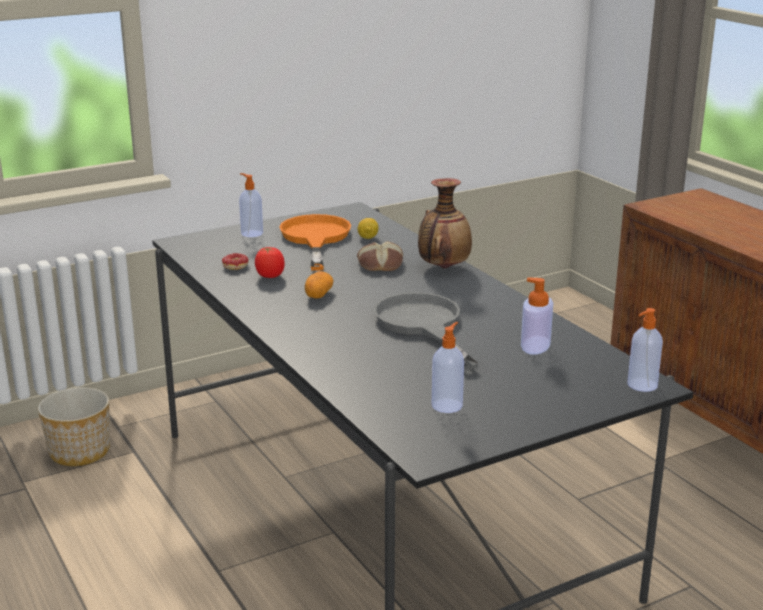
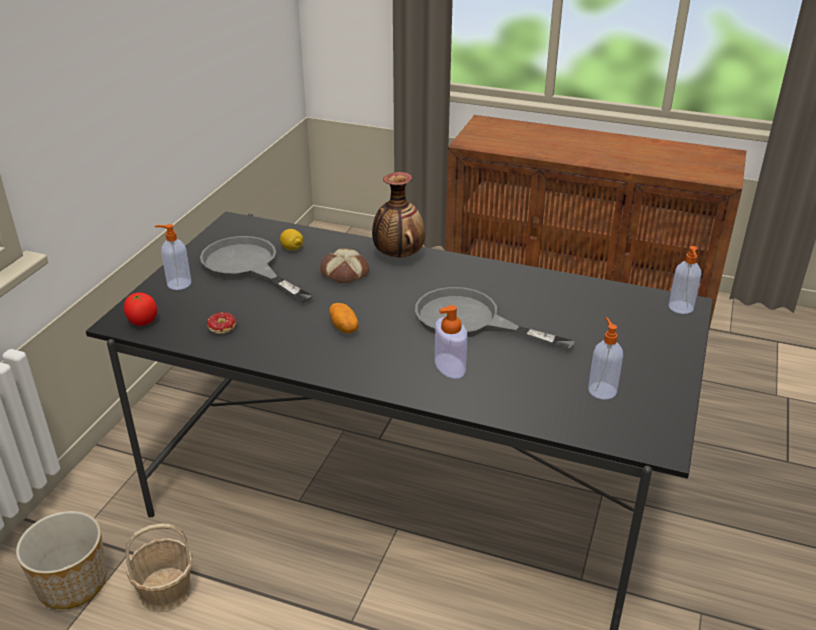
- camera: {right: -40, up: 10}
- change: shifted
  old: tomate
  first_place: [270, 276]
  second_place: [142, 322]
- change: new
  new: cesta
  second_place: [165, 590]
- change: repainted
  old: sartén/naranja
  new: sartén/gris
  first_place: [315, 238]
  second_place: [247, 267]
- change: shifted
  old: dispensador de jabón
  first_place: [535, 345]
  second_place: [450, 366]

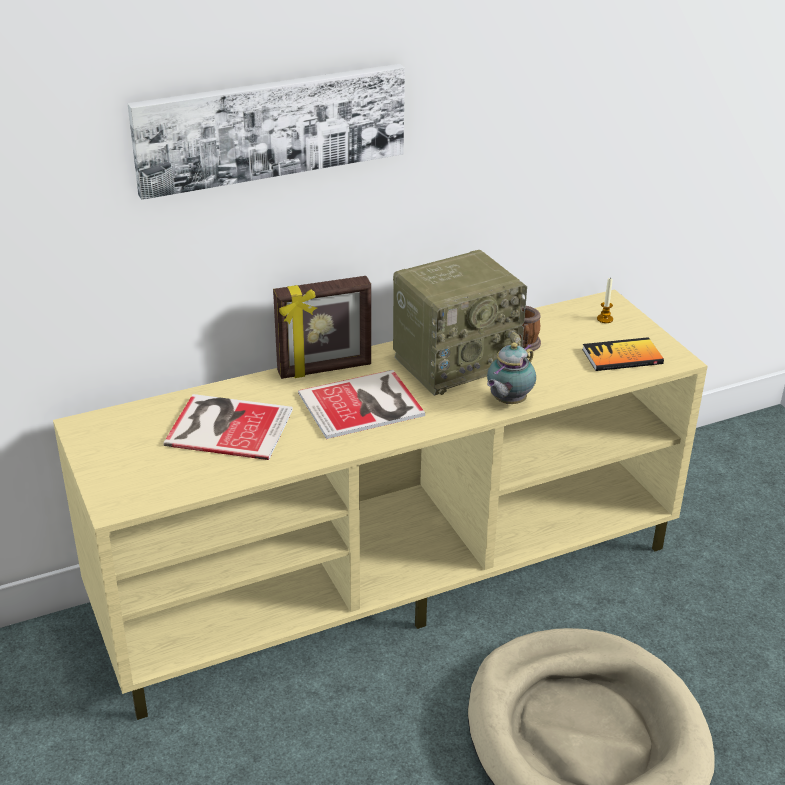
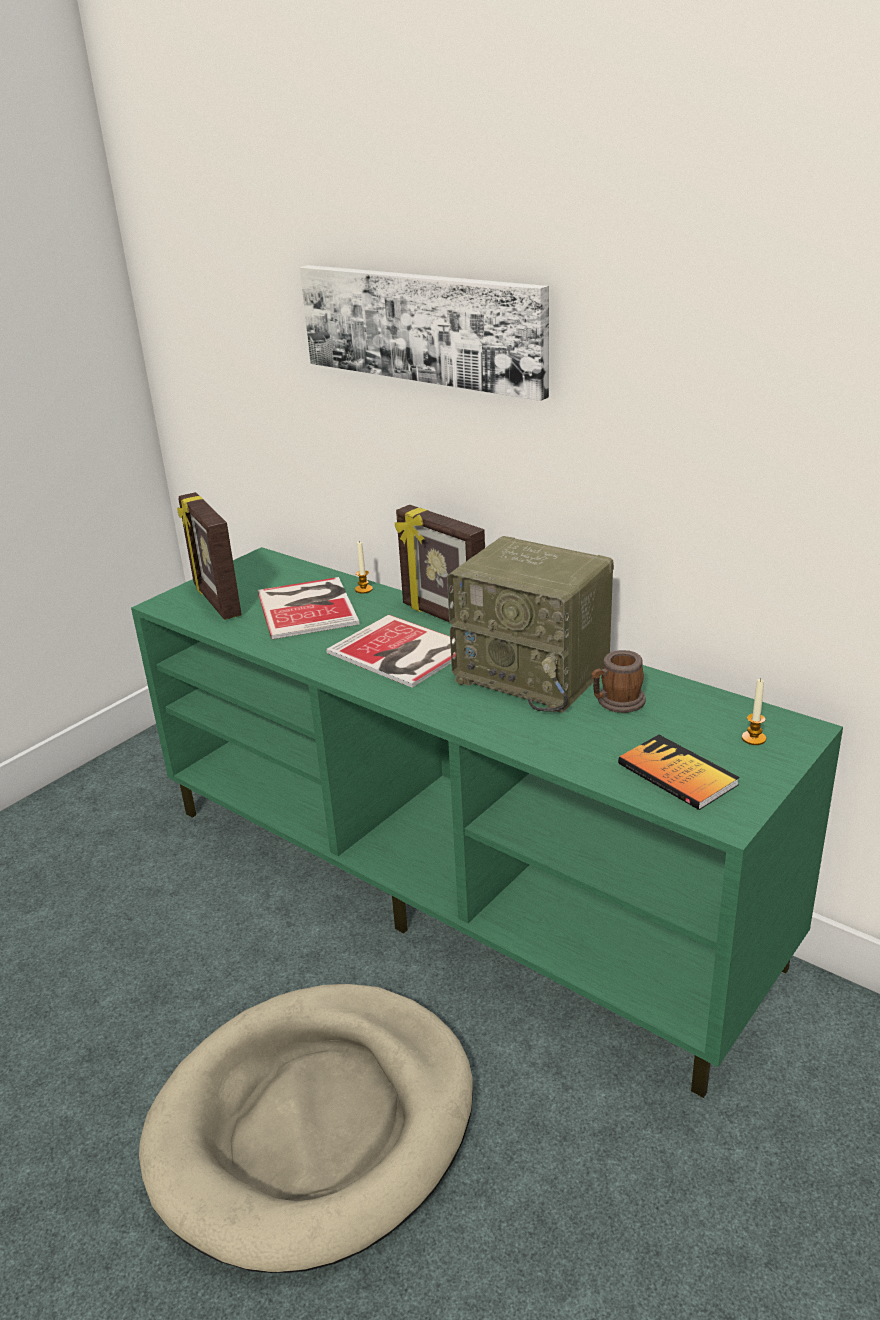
- camera: {right: 65, up: -5}
- change: repainted
  old: mueble de televisión/beis
  new: mueble de televisión/verde
  first_place: [391, 578]
  second_place: [454, 883]
- change: new
  new: portarretratos
  second_place: [215, 601]
- change: new
  new: vela
  second_place: [363, 589]
- change: gone
  old: tetera
  first_place: [507, 402]

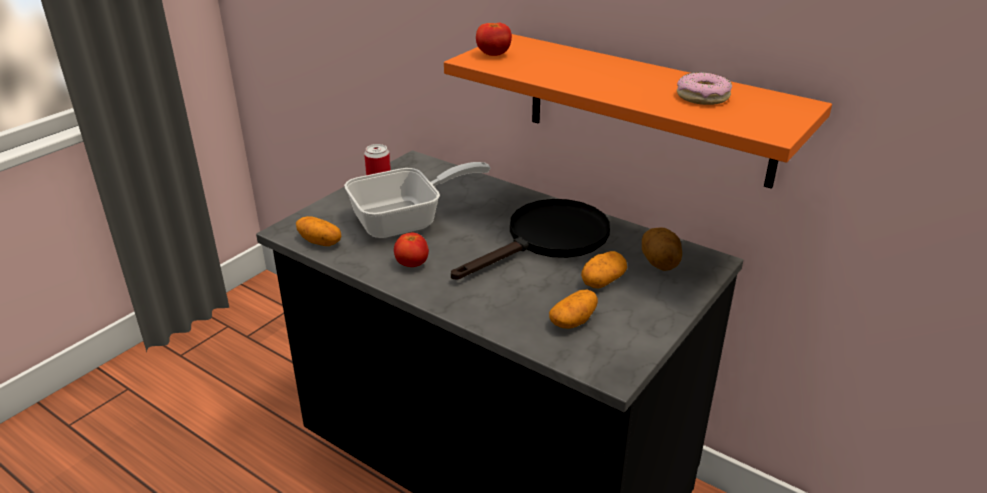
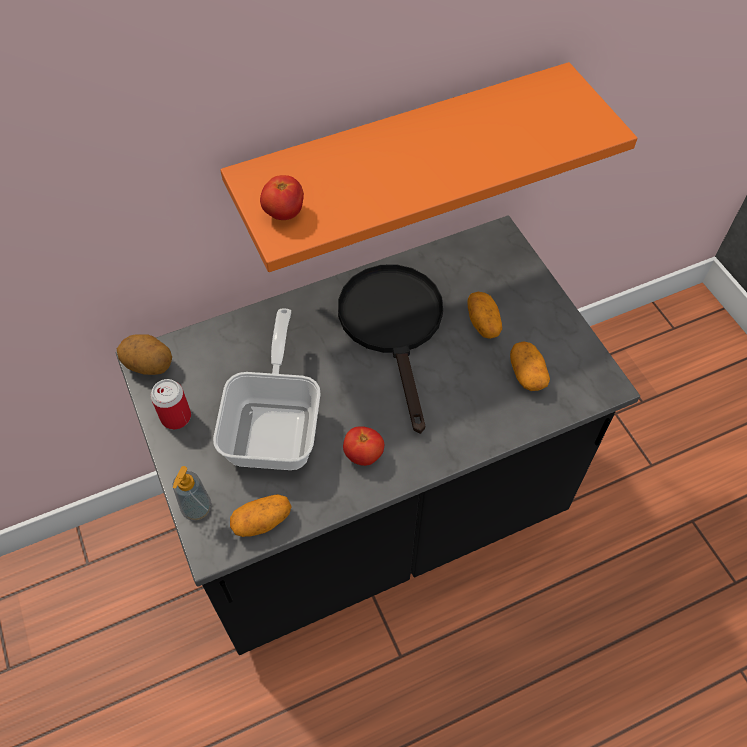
- camera: {right: -60, up: 25}
- change: shifted
  old: patata
  first_place: [660, 264]
  second_place: [149, 365]
- change: new
  new: dispensador de jabón
  second_place: [197, 508]
- change: gone
  old: rosquilla
  first_place: [702, 97]

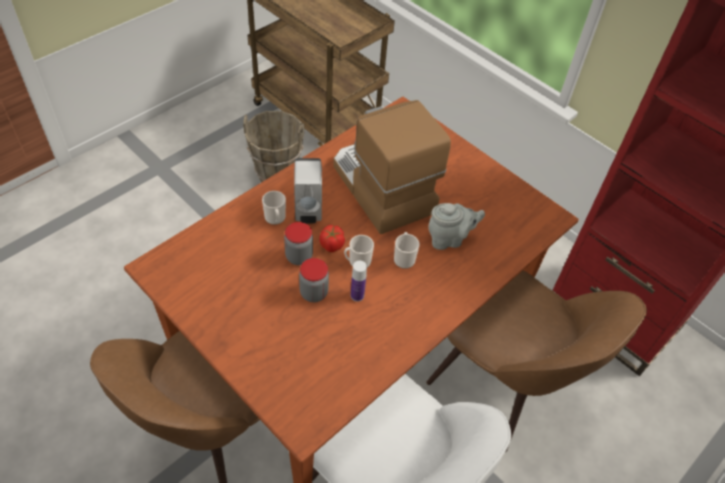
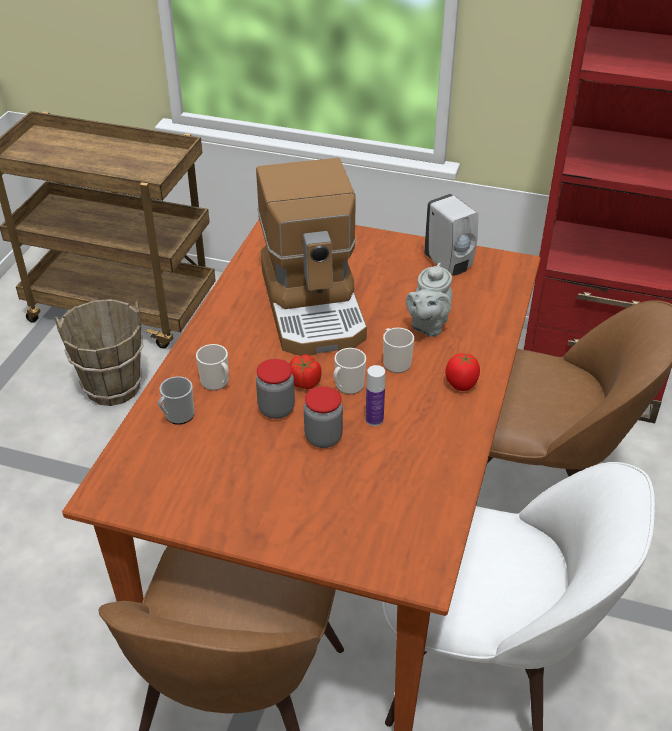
- camera: {right: -25, up: -10}
- change: new
  new: taza grande
  second_place: [177, 416]
- change: rotated
  old: cafetera
  first_place: [381, 188]
  second_place: [314, 306]
  degrees: -135
- change: rotated
  old: tetera/gris
  first_place: [449, 239]
  second_place: [428, 325]
  degrees: 150
- change: shifted
  old: dispensador de jabón/blanco
  first_place: [308, 212]
  second_place: [449, 264]
- change: new
  new: tomate
  second_place: [461, 384]

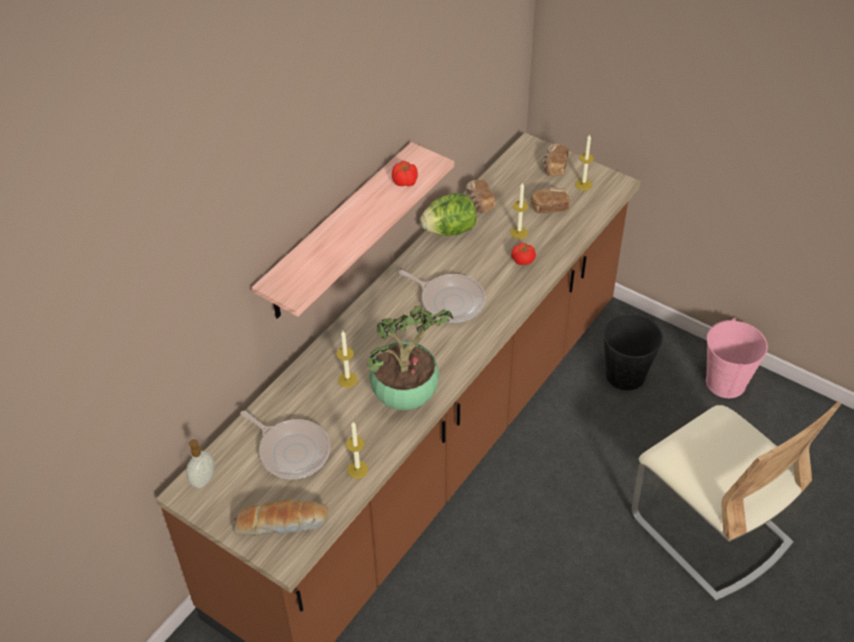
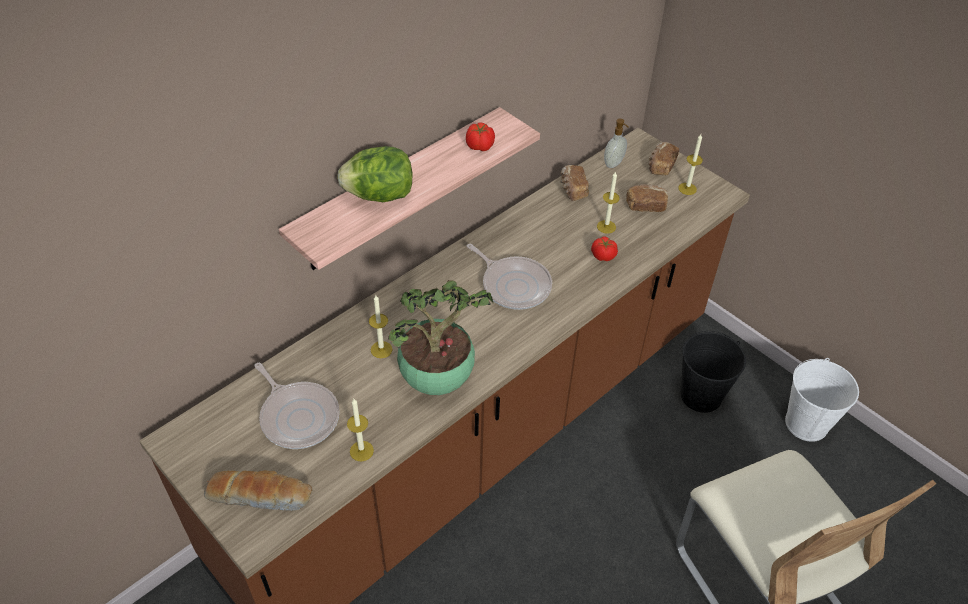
- camera: {right: 10, up: 0}
- change: shifted
  old: lechuga
  first_place: [449, 230]
  second_place: [380, 195]
- change: shifted
  old: dispensador de jabón
  first_place: [204, 480]
  second_place: [614, 164]
- change: repainted
  old: cubo/rosa
  new: cubo/blanco
  first_place: [726, 382]
  second_place: [807, 423]

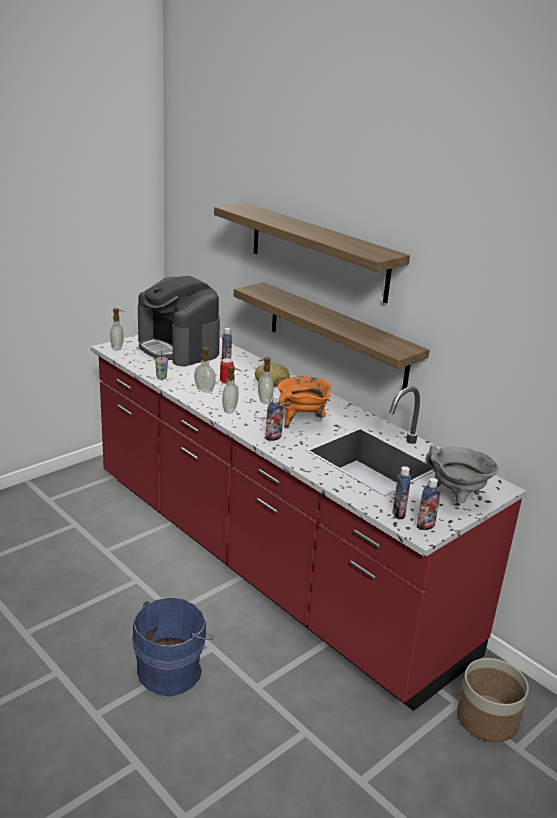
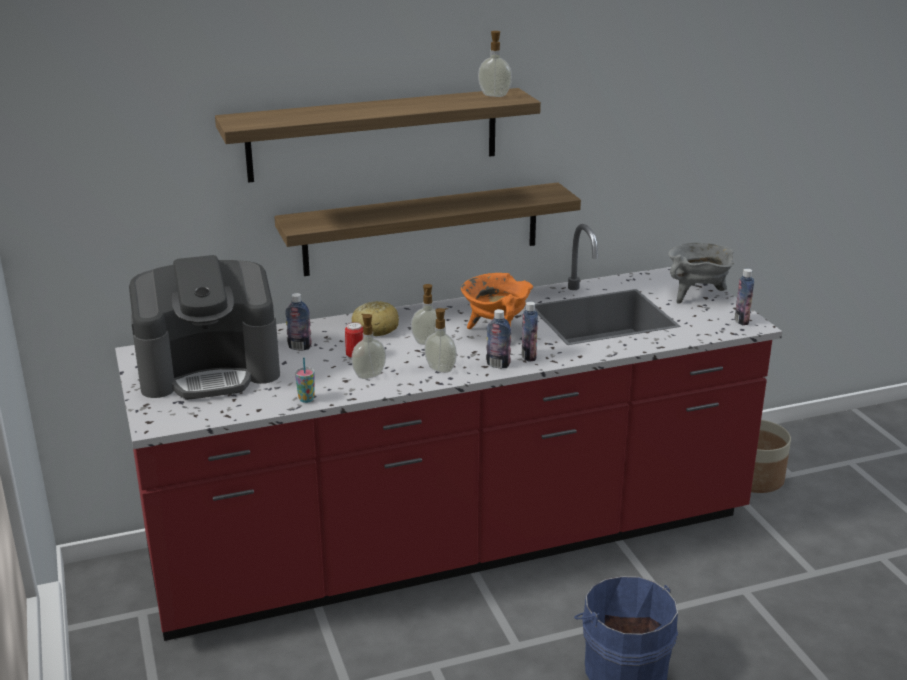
- camera: {right: -65, up: 0}
- change: shifted
  old: dispensador de jabón
  first_place: [118, 348]
  second_place: [495, 95]
- change: shifted
  old: botella
  first_place: [398, 514]
  second_place: [498, 365]

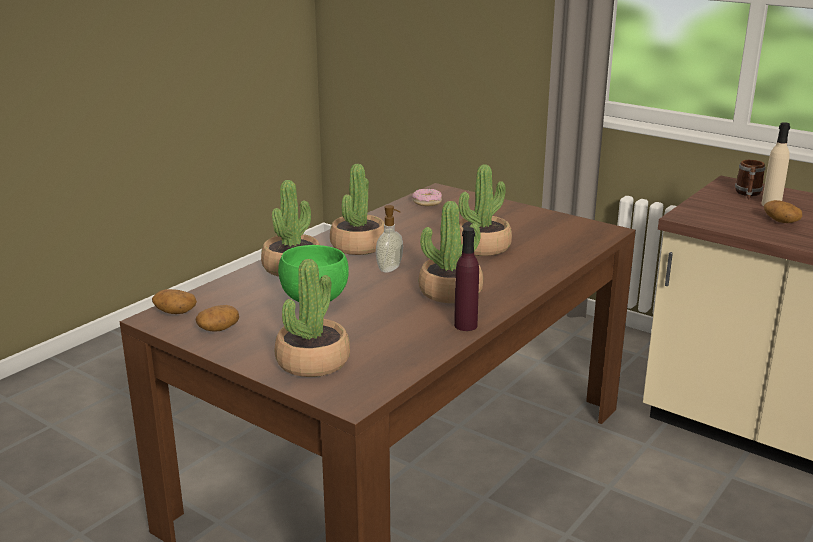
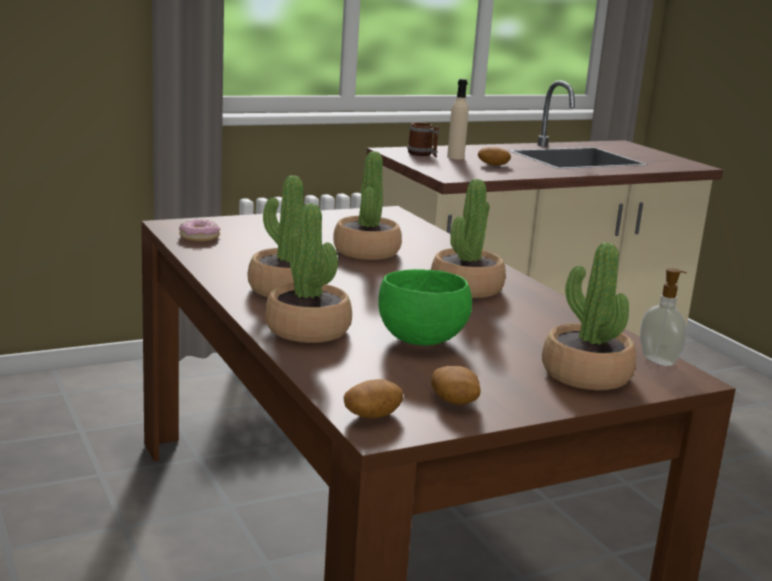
- camera: {right: -65, up: -5}
- change: shifted
  old: dispensador de jabón
  first_place: [390, 269]
  second_place: [659, 360]
- change: gone
  old: botella/morado
  first_place: [465, 325]

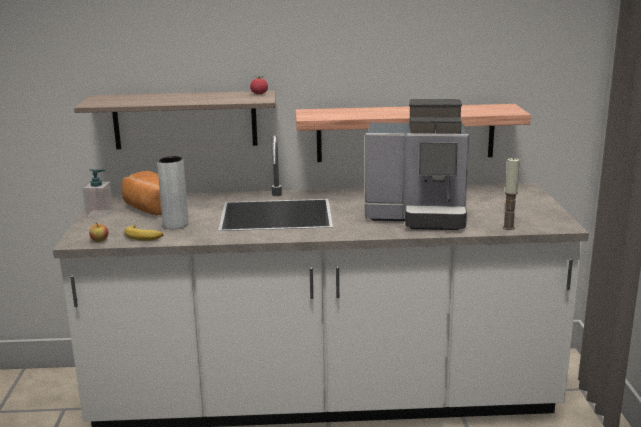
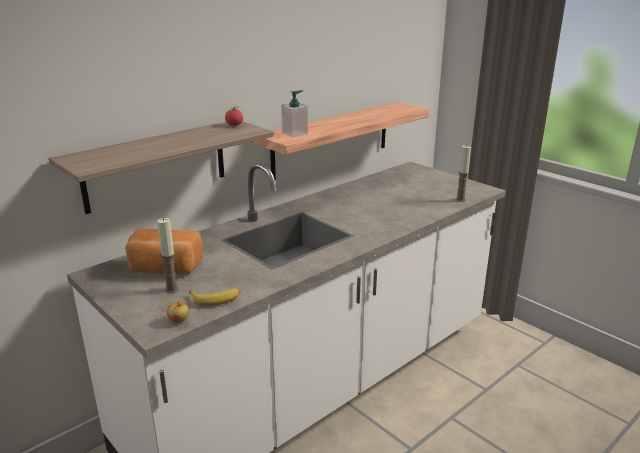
- camera: {right: -40, up: 5}
- change: new
  new: vela
  second_place: [171, 289]
- change: shifted
  old: dispensador de jabón
  first_place: [100, 213]
  second_place: [295, 133]
- change: gone
  old: florero/gris
  first_place: [175, 225]
- change: gone
  old: cafetera
  first_place: [419, 216]

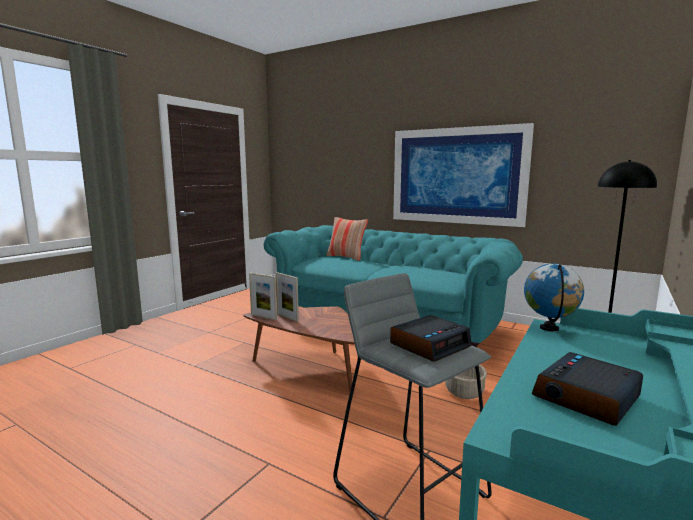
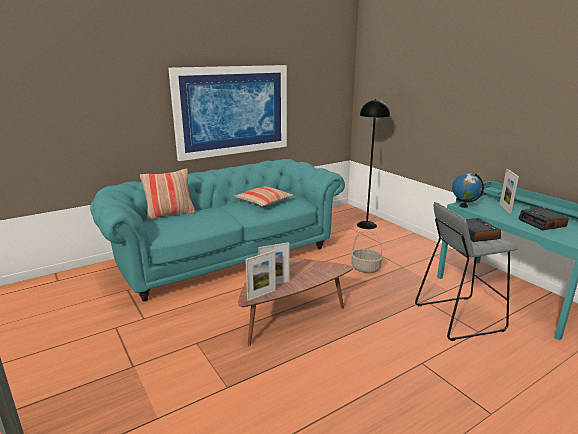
- camera: {right: -65, up: 10}
- change: new
  new: cojín
  second_place: [263, 202]
- change: new
  new: portarretratos
  second_place: [505, 209]

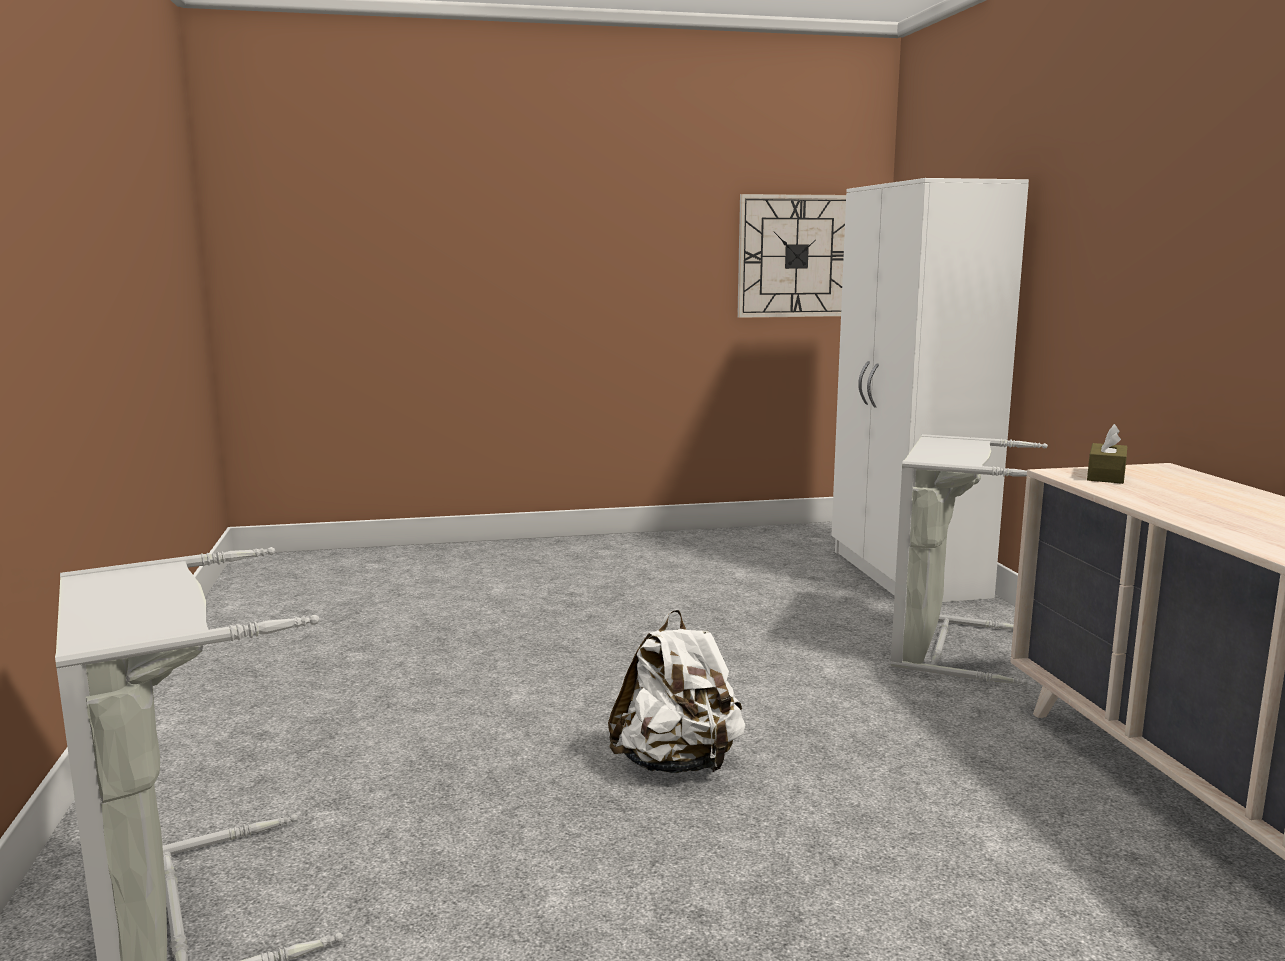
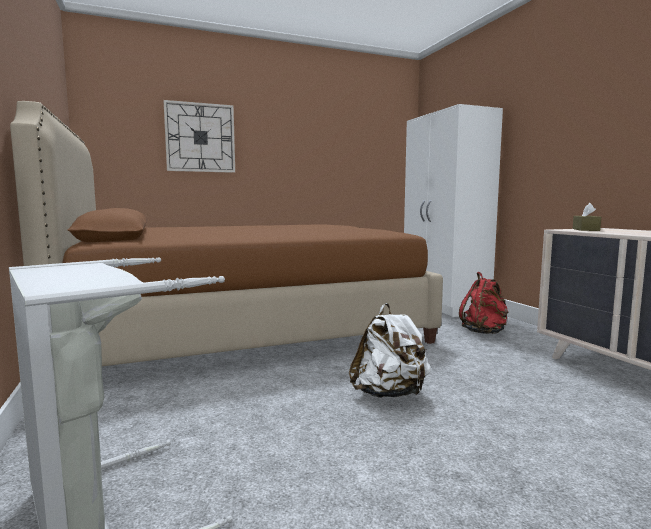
- camera: {right: -10, up: -5}
- change: new
  new: cama/marrón
  second_place: [243, 328]
- change: shifted
  old: reloj de pared
  first_place: [795, 256]
  second_place: [200, 137]
- change: swapped
  old: cesto de la ropa/gris
  new: mochila/rojo
  first_place: [942, 646]
  second_place: [484, 332]

